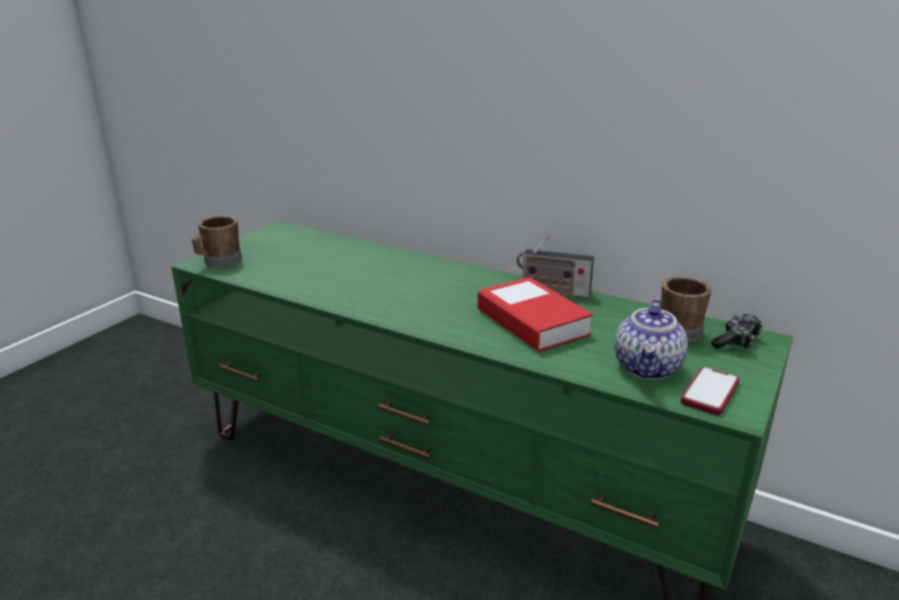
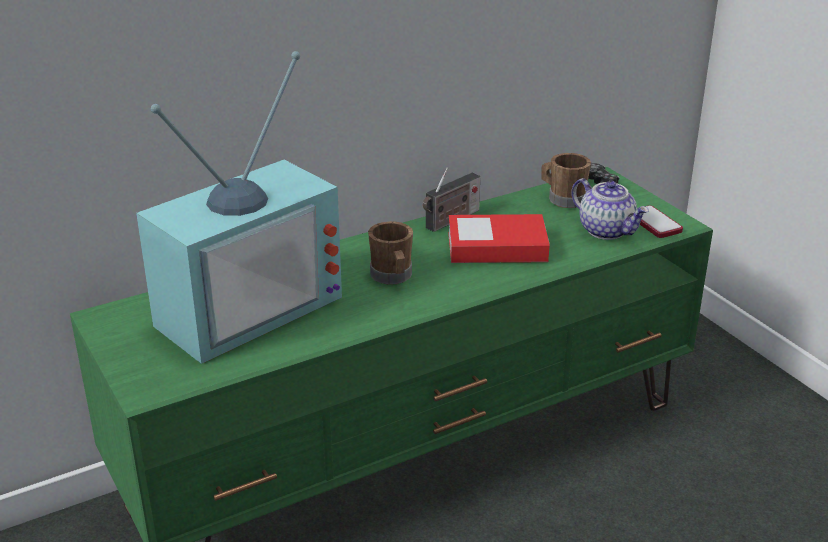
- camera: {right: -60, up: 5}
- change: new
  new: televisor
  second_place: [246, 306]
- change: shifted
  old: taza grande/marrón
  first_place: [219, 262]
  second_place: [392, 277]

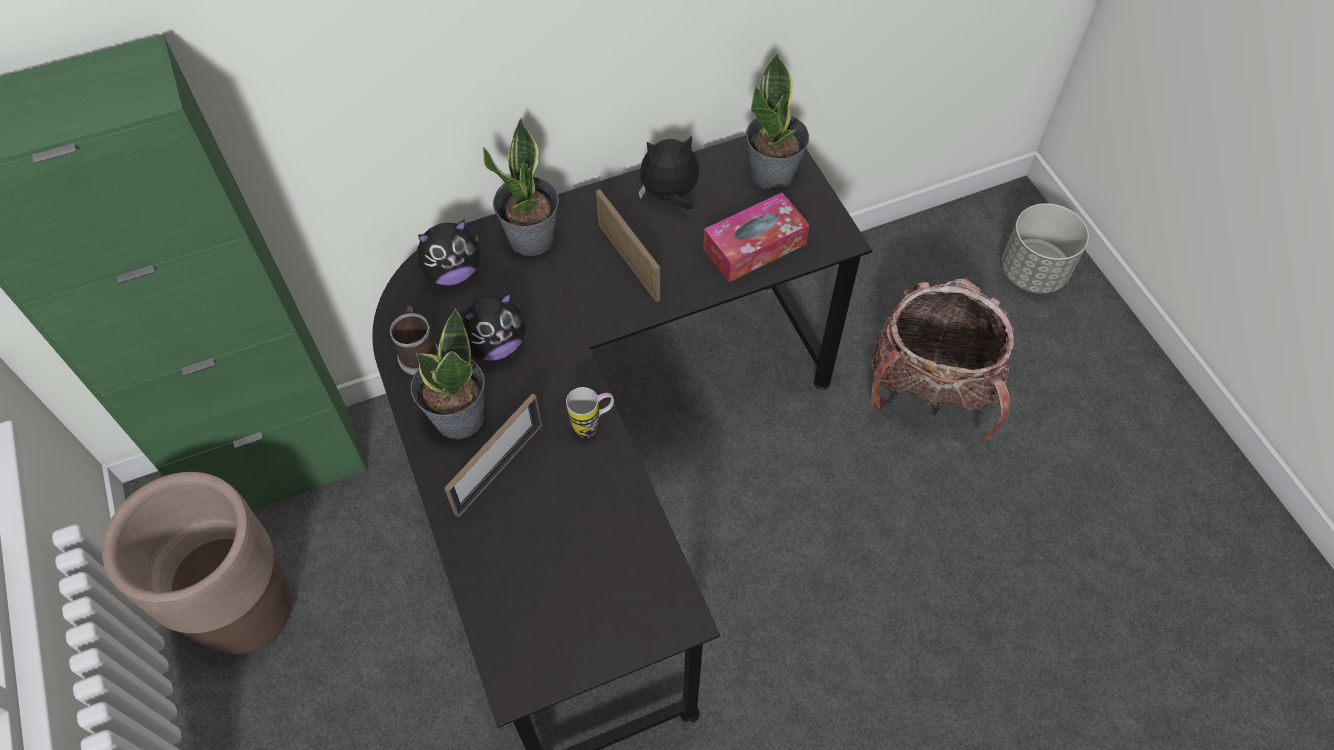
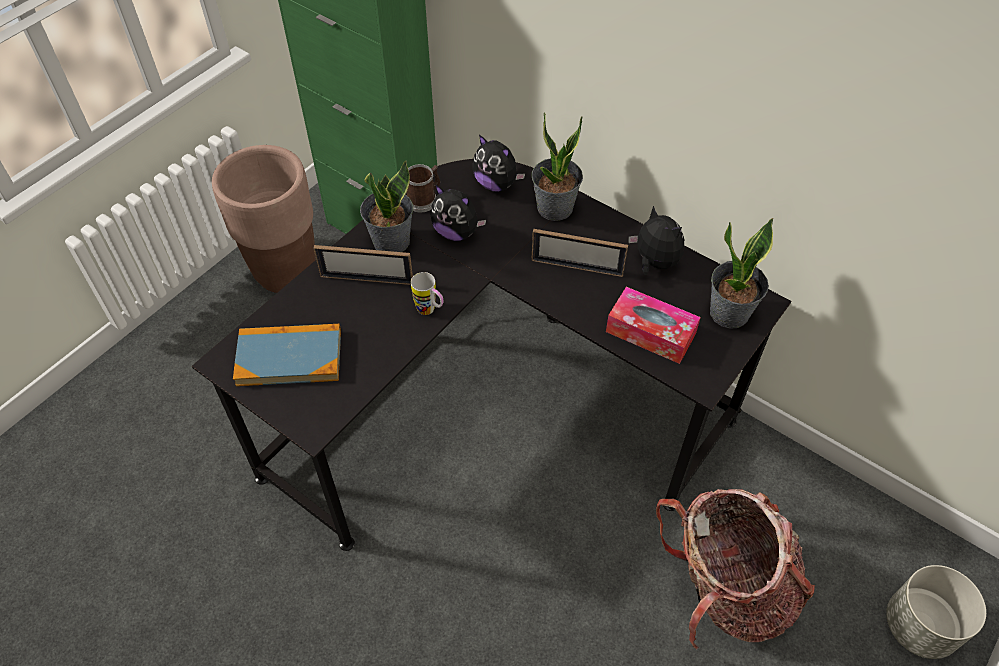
- camera: {right: 60, up: -5}
- change: new
  new: libro
  second_place: [289, 357]
- change: rotated
  old: portarretratos
  first_place: [628, 262]
  second_place: [577, 267]
  degrees: 75

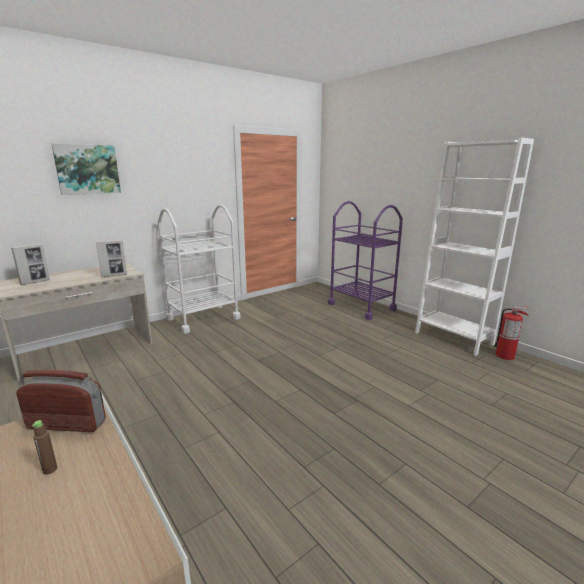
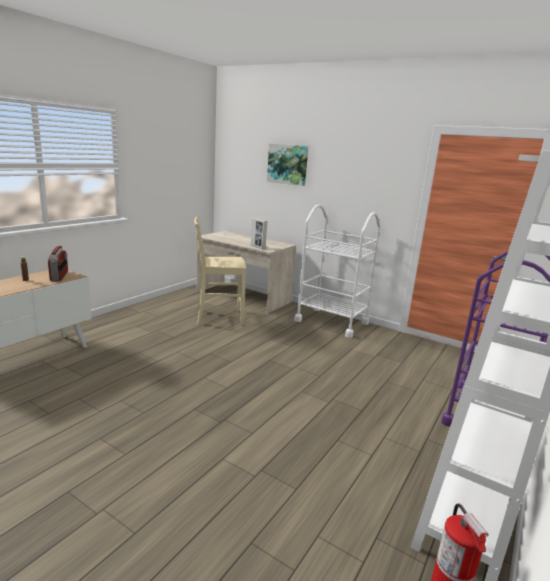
- camera: {right: 70, up: 0}
- change: new
  new: silla/beis
  second_place: [218, 317]
- change: gone
  old: portarretratos
  first_place: [35, 282]

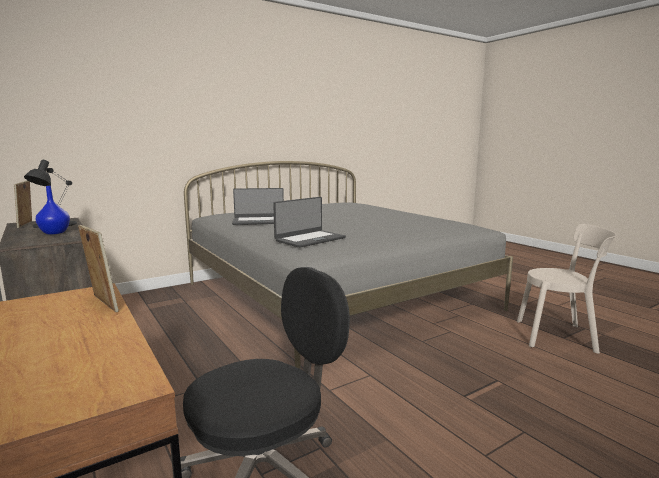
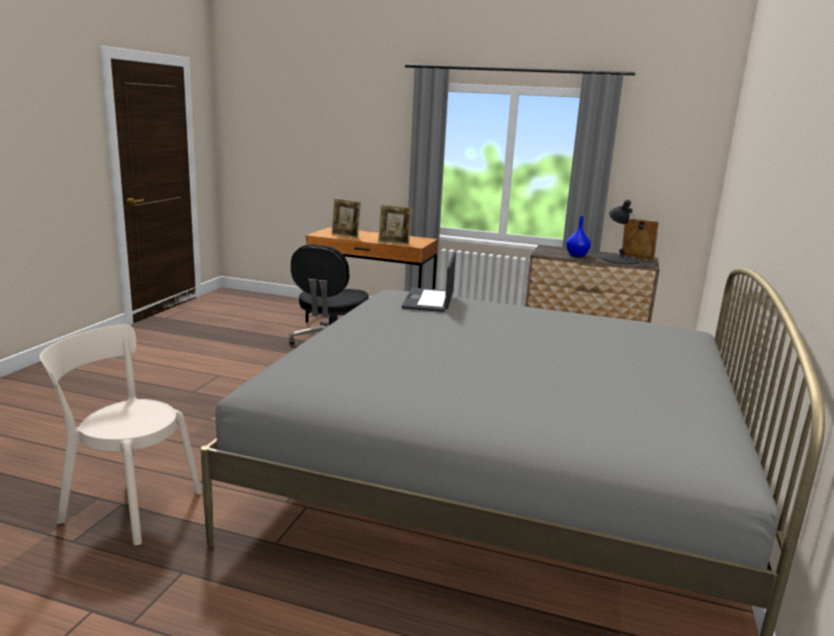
- camera: {right: 140, up: 5}
- change: rotated
  old: silla/beis
  first_place: [559, 336]
  second_place: [127, 505]
  degrees: 45
- change: new
  new: portarretratos
  second_place: [345, 235]
- change: gone
  old: portátil
  first_place: [259, 221]

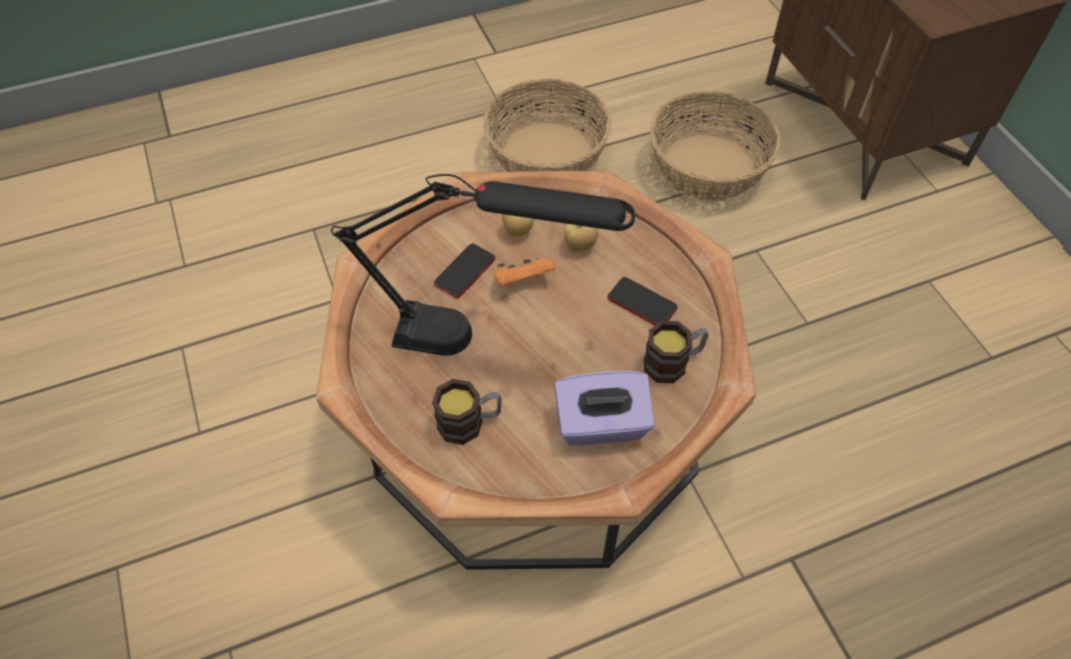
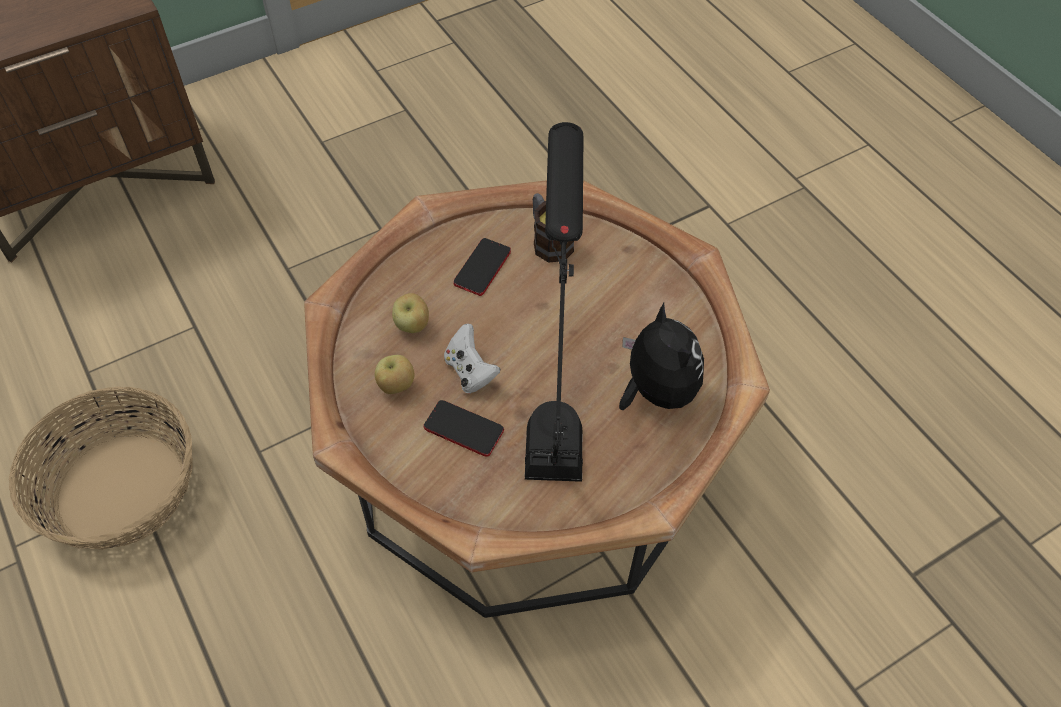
- camera: {right: -100, up: 0}
- change: repainted
  old: mando de consola/naranja
  new: mando de consola/blanco
  first_place: [522, 282]
  second_place: [470, 371]
- change: swapped
  old: taza grande
  new: peluche
  first_place: [470, 422]
  second_place: [656, 391]
- change: gone
  old: caja de pañuelos/morado
  first_place: [601, 425]
- change: gone
  old: cesta
  first_place: [708, 167]

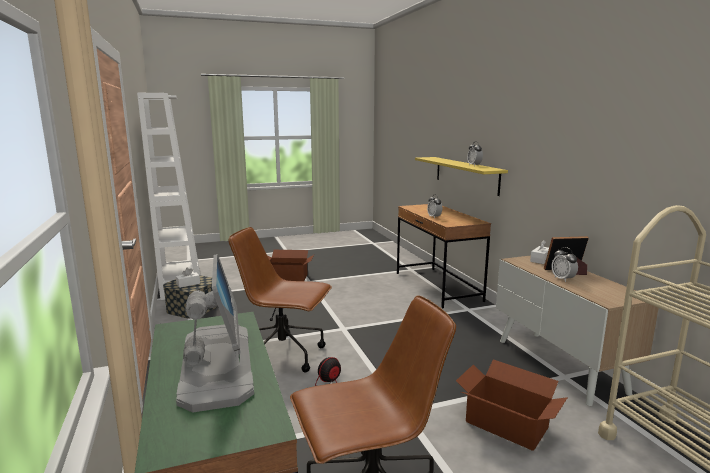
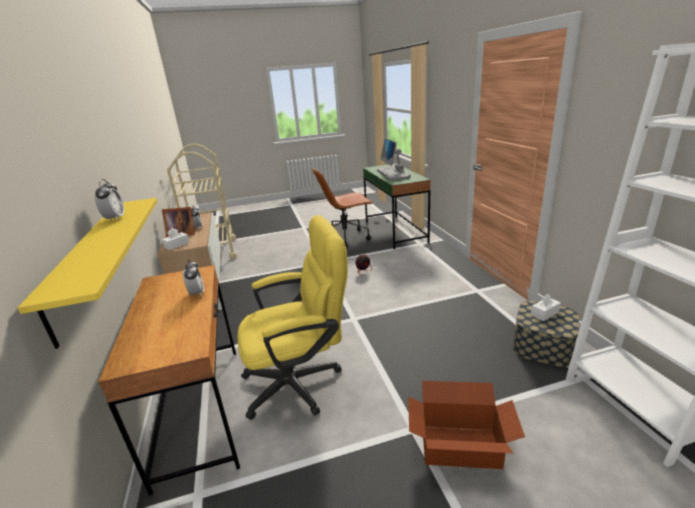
- camera: {right: -175, up: 10}
- change: new
  new: silla de oficina/amarillo
  second_place: [301, 381]
- change: gone
  old: silla de oficina/marrón
  first_place: [284, 354]
- change: gone
  old: caja de cartón
  first_place: [506, 425]

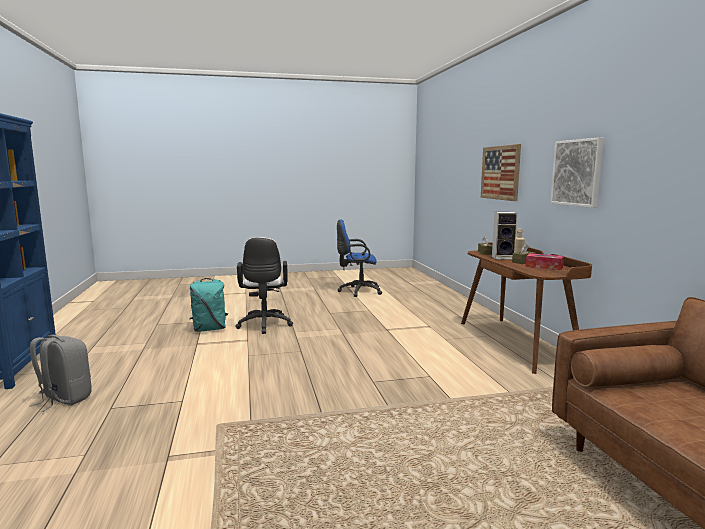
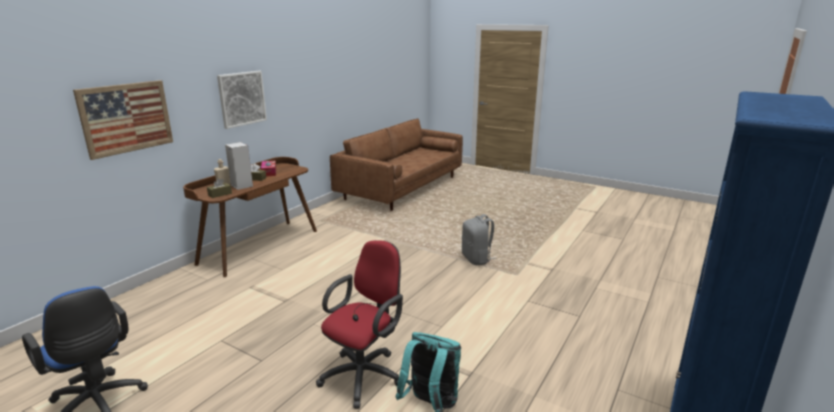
- camera: {right: -135, up: 10}
- change: repainted
  old: silla de oficina/blanco
  new: silla de oficina/rojo
  first_place: [264, 325]
  second_place: [365, 374]
- change: shifted
  old: mochila/gris
  first_place: [64, 399]
  second_place: [477, 259]

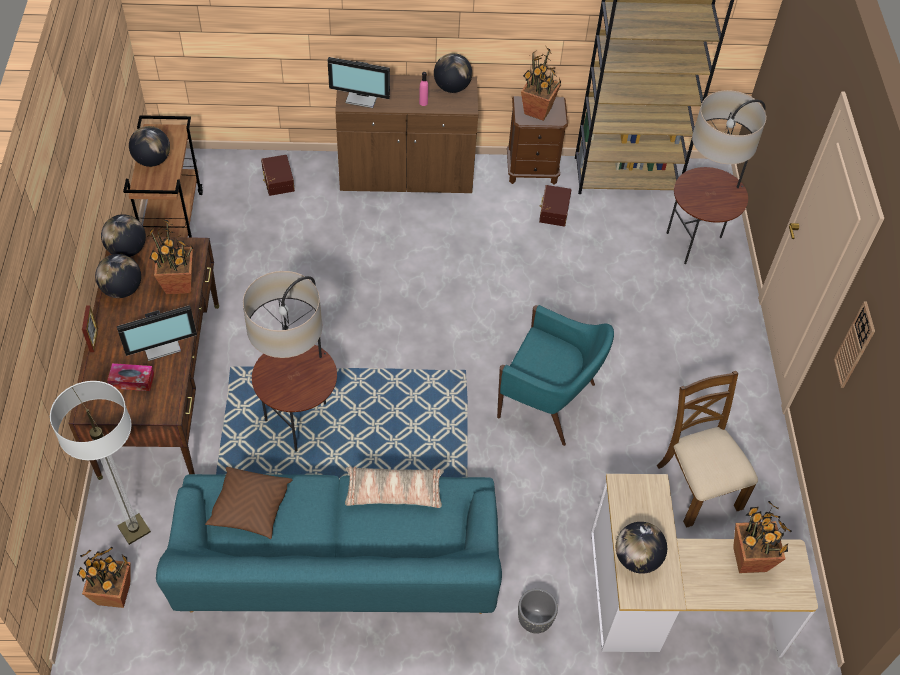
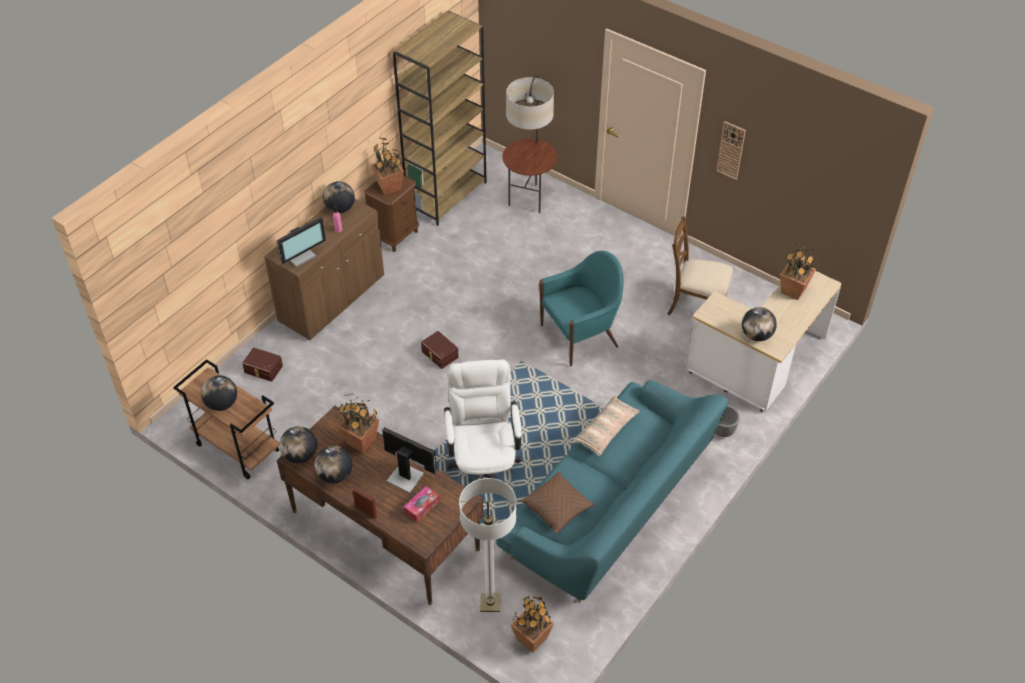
- camera: {right: -50, up: -5}
- change: rotated
  old: monitor
  first_place: [161, 345]
  second_place: [405, 476]
  degrees: -75
- change: shifted
  old: caja de almacenaje/marrón
  first_place: [553, 211]
  second_place: [439, 355]
- change: swapped
  old: lámpara de pie
  new: silla de oficina/blanco
  first_place: [300, 421]
  second_place: [484, 467]

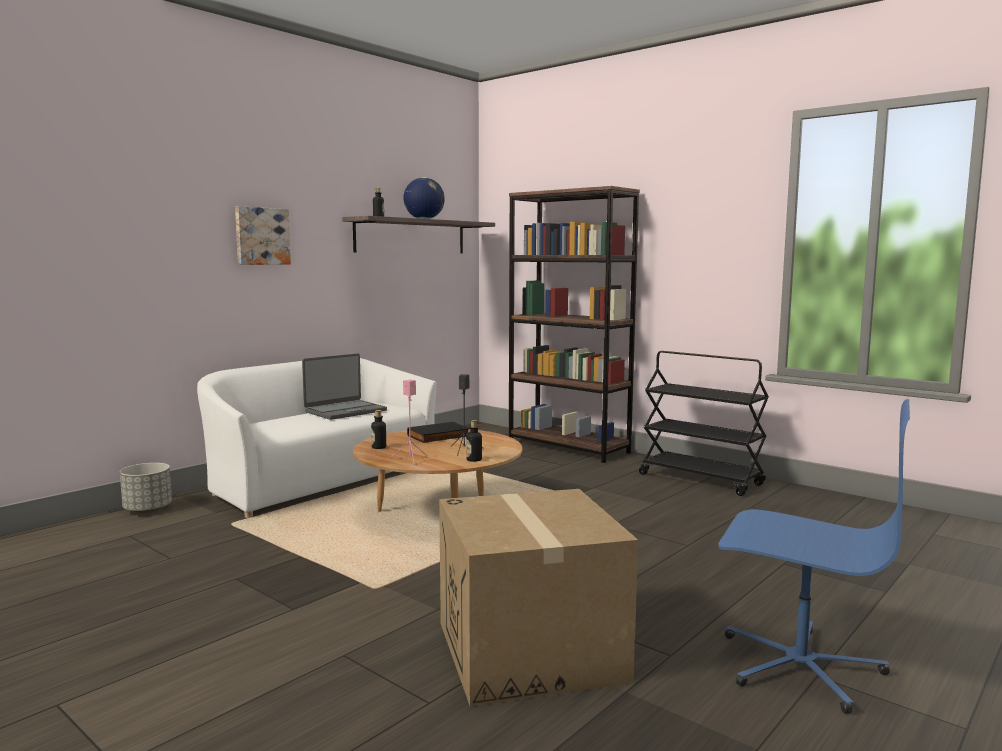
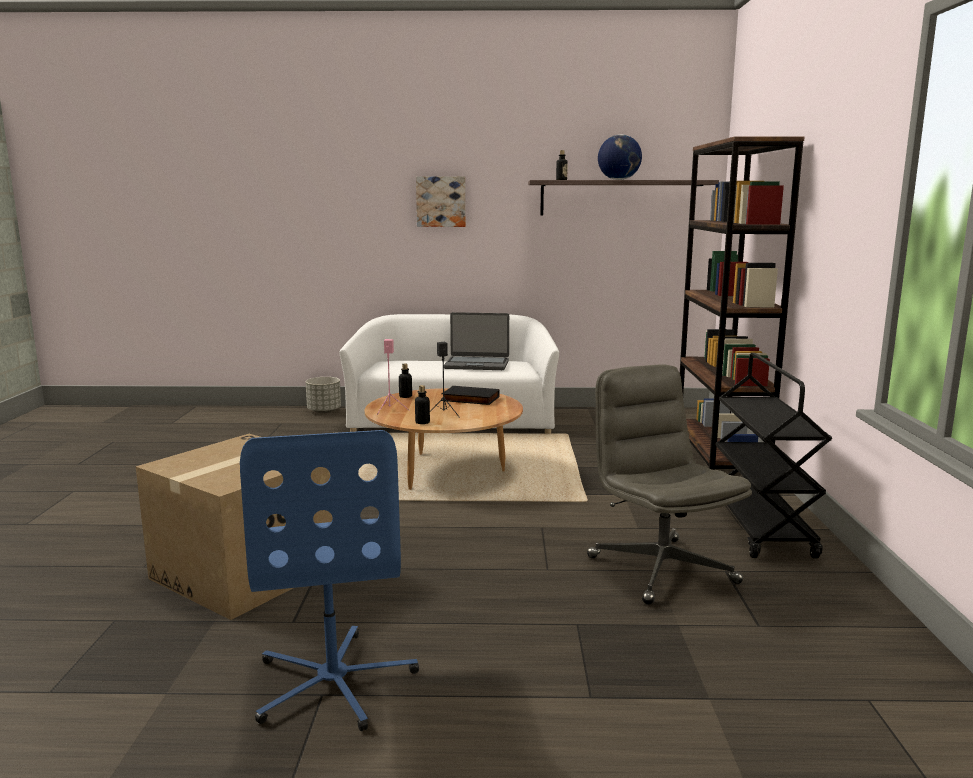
- camera: {right: 50, up: 5}
- change: new
  new: silla de oficina/gris
  second_place: [660, 569]

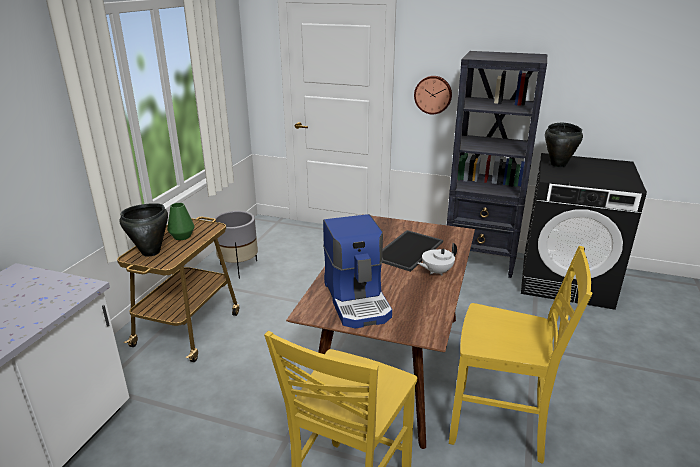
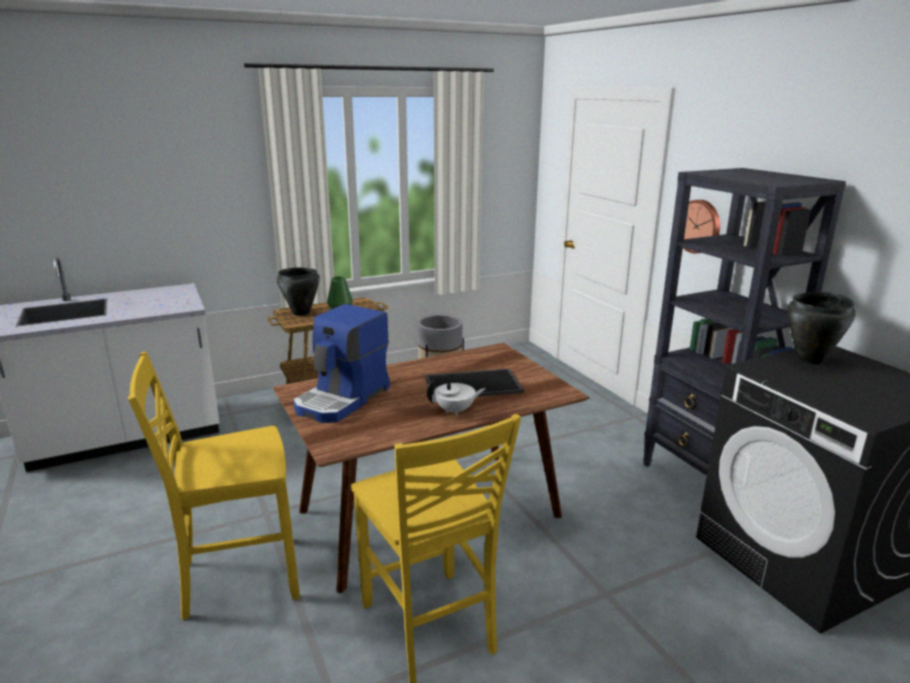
- camera: {right: 45, up: -5}
- change: rotated
  old: tetera/blanco
  first_place: [436, 272]
  second_place: [455, 411]
  degrees: 150

